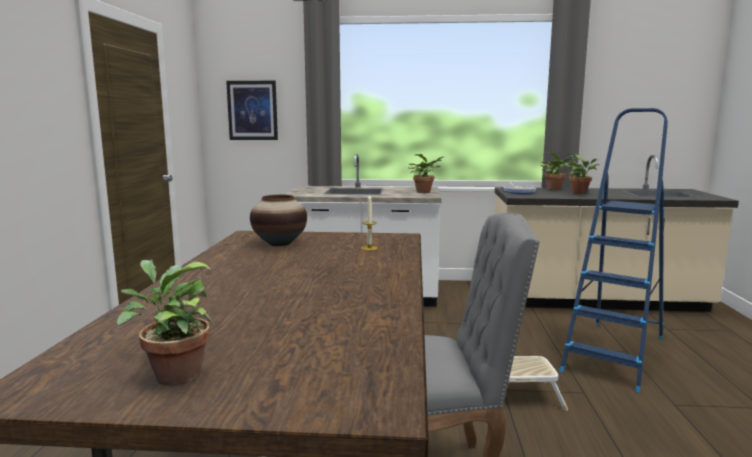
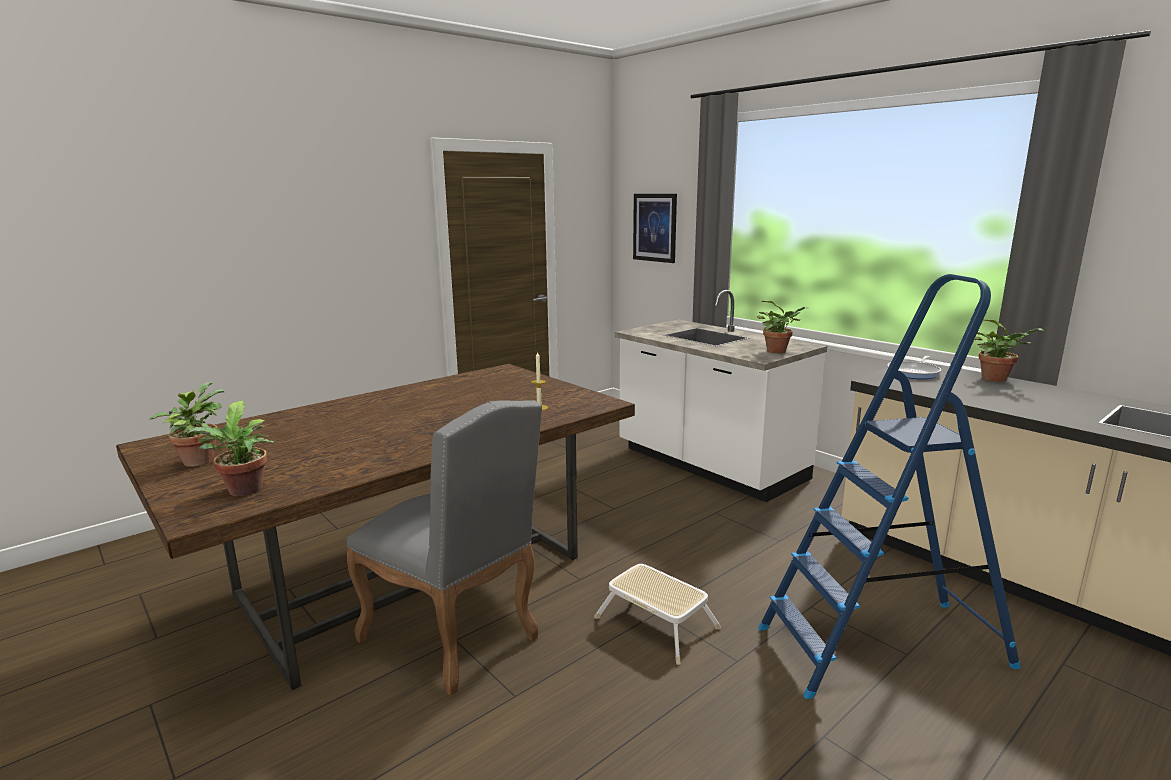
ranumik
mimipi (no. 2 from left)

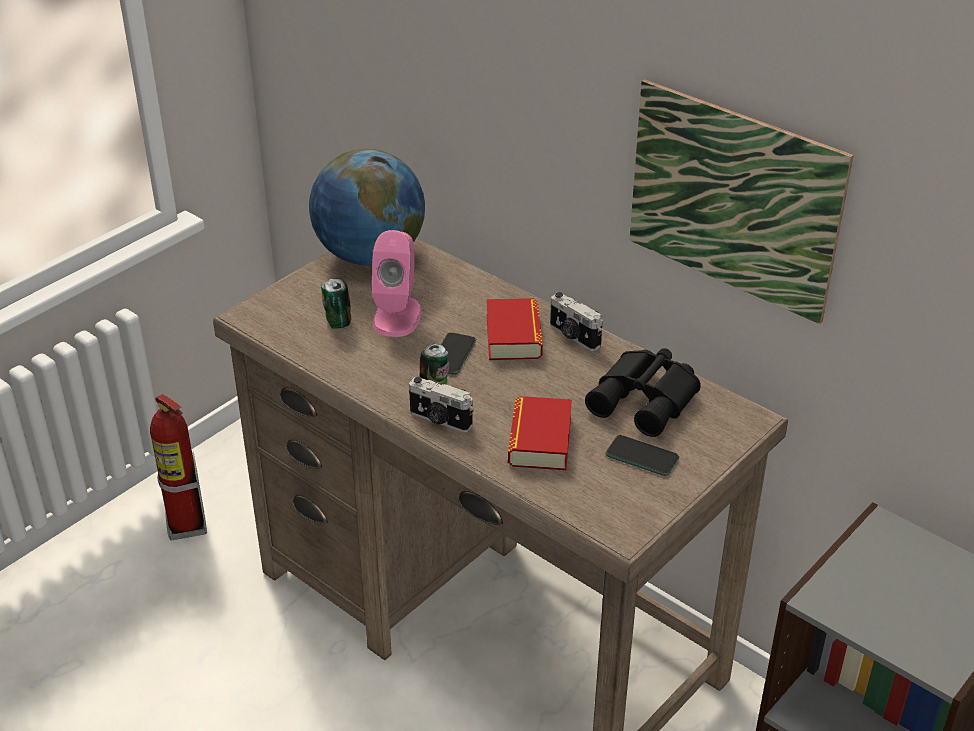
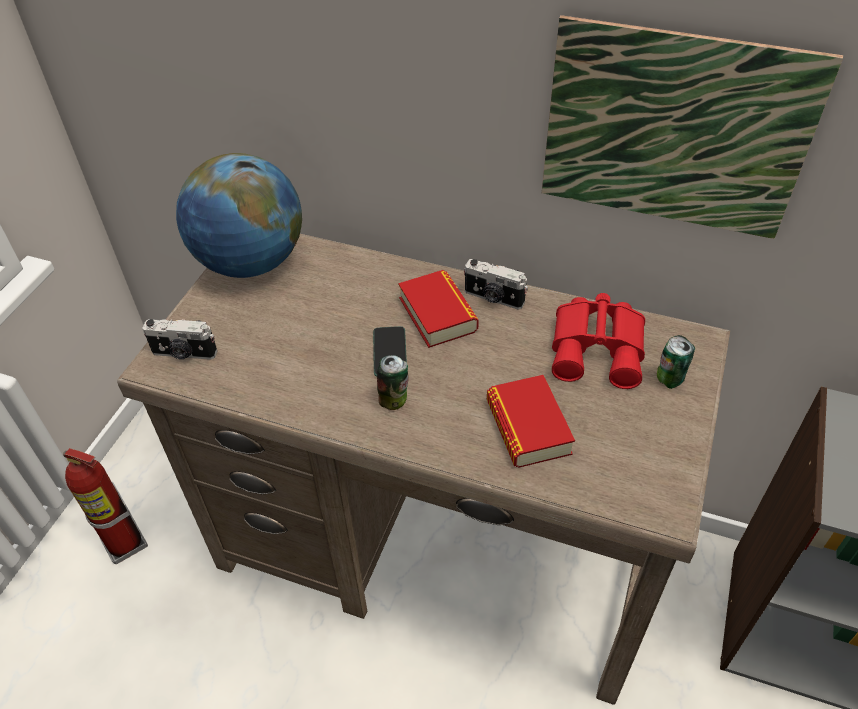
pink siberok
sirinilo (no. 2 from left in the first image)
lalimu (no. 2 from left)
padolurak (no. 1 from left)
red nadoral

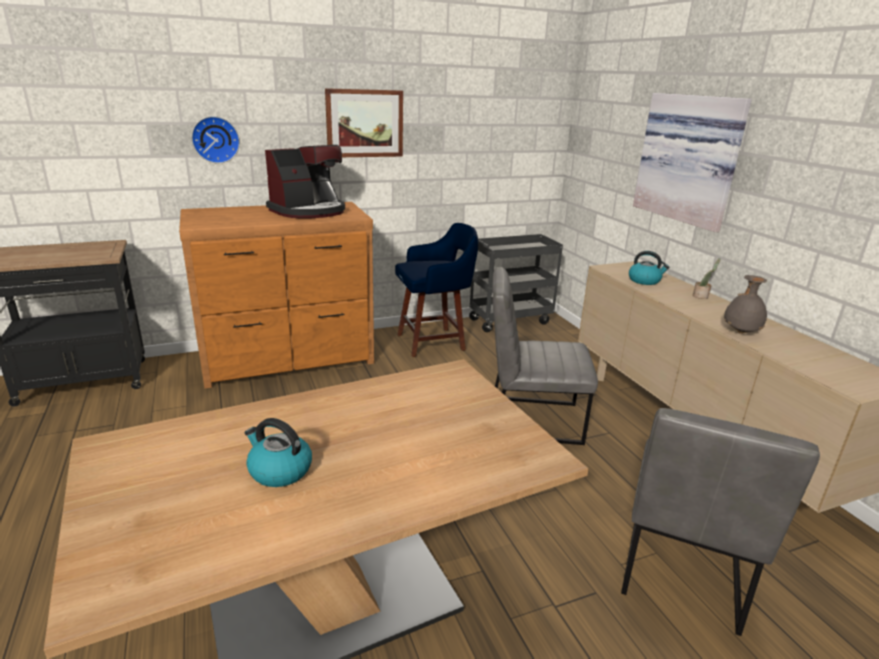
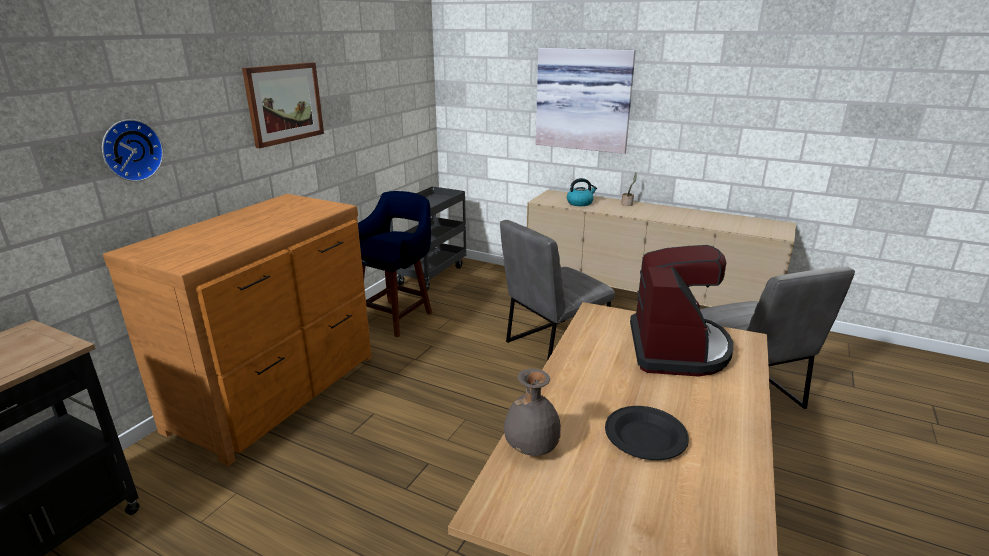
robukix
grey ranumik
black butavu

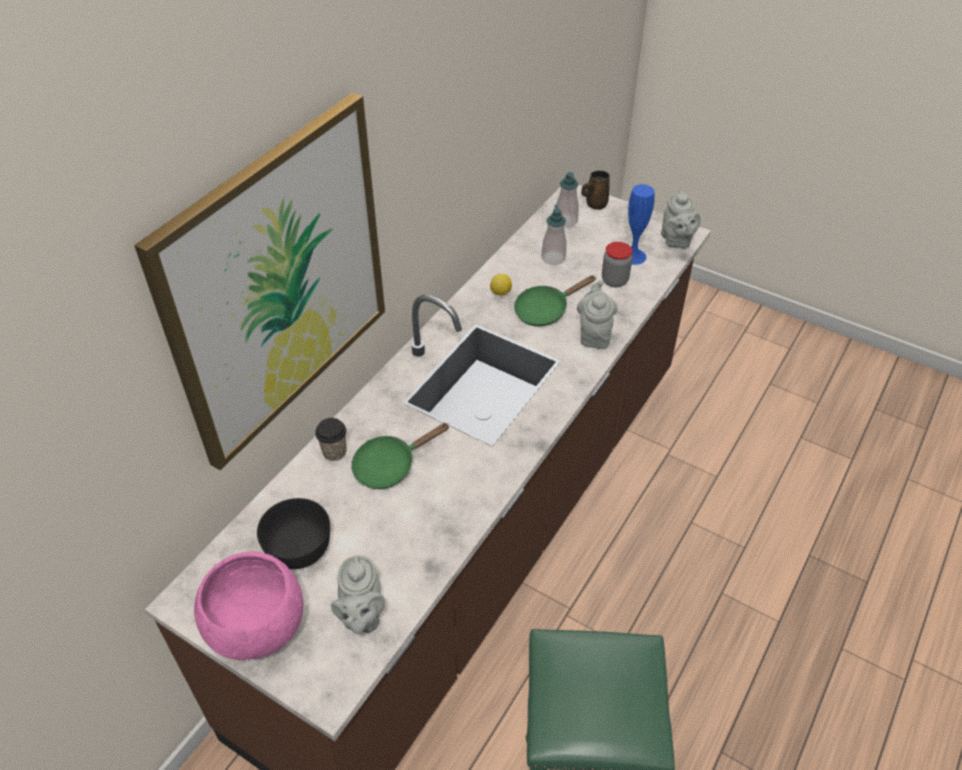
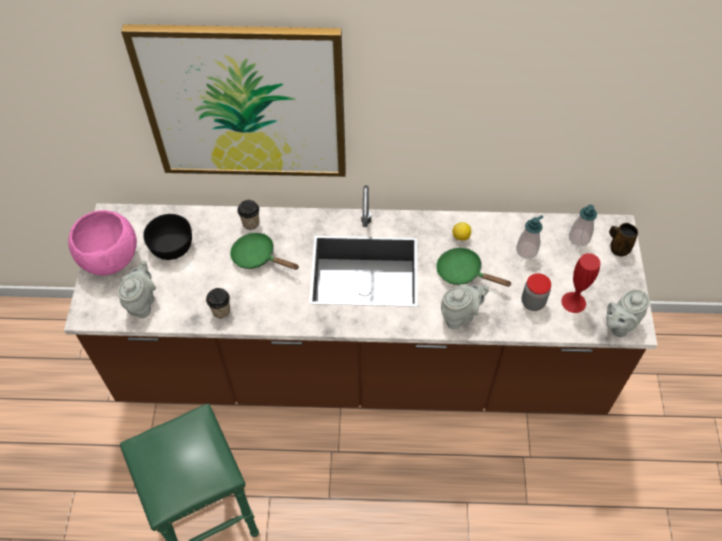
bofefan (no. 1 from left)
red ranumik
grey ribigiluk (no. 1 from left)

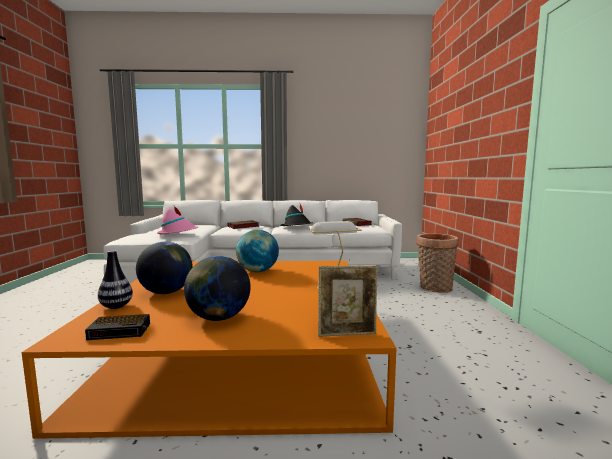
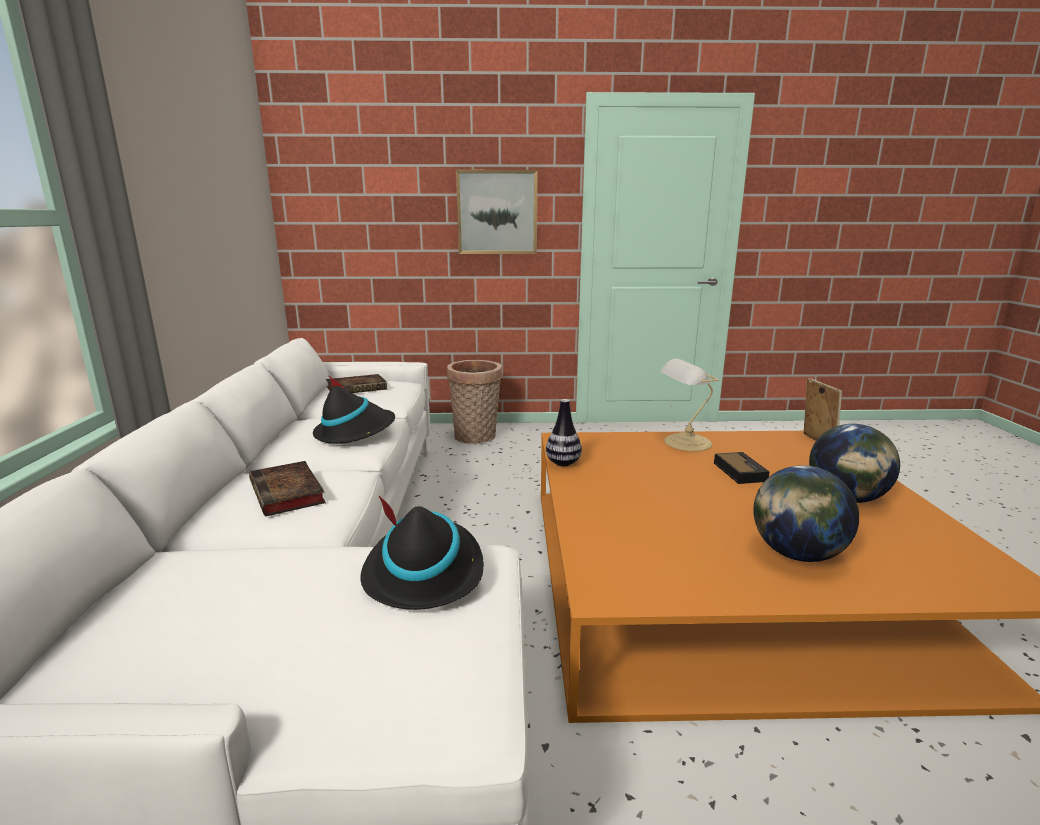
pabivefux (no. 3 from left in the first image)
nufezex
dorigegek
ranumik
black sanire (no. 2 from left)

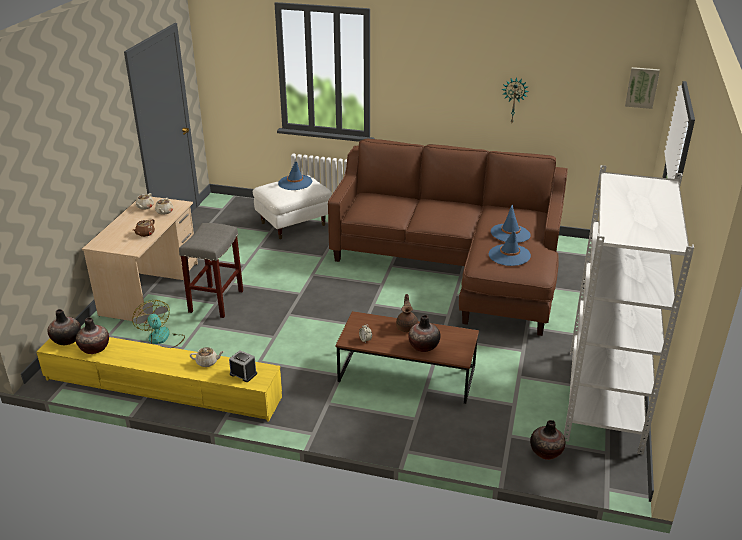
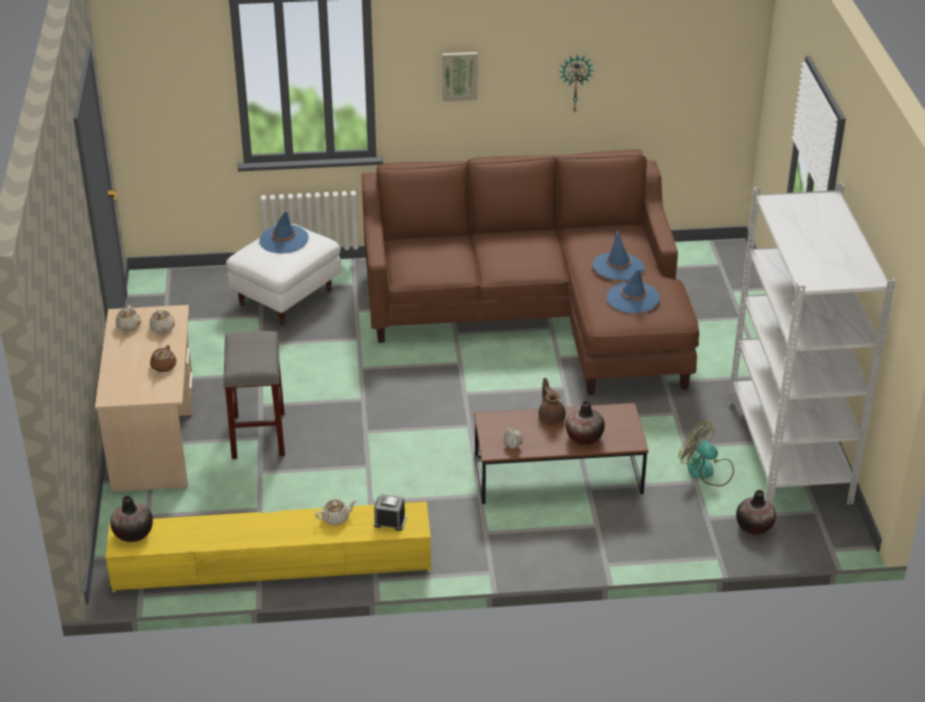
ranumik (no. 2 from left in the first image)
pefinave
nufezex

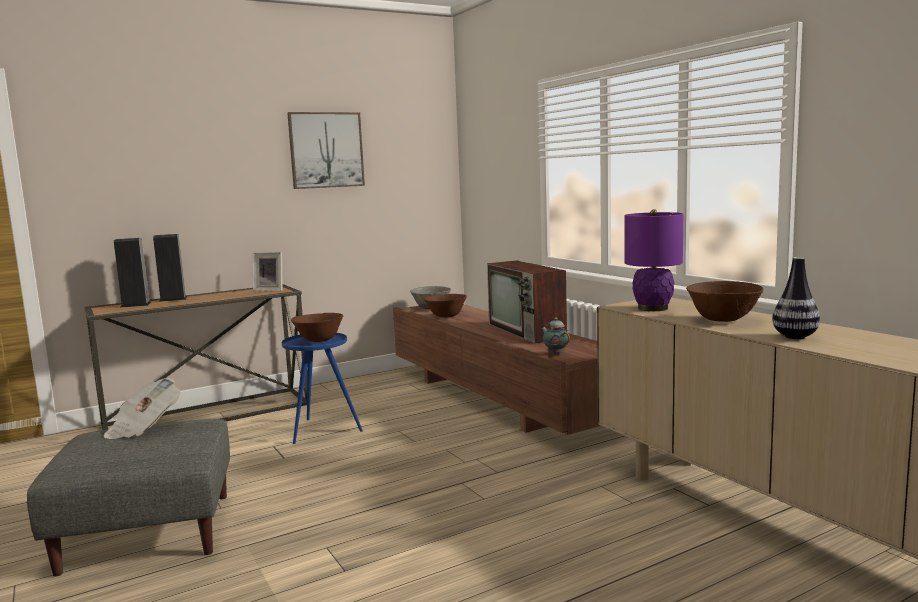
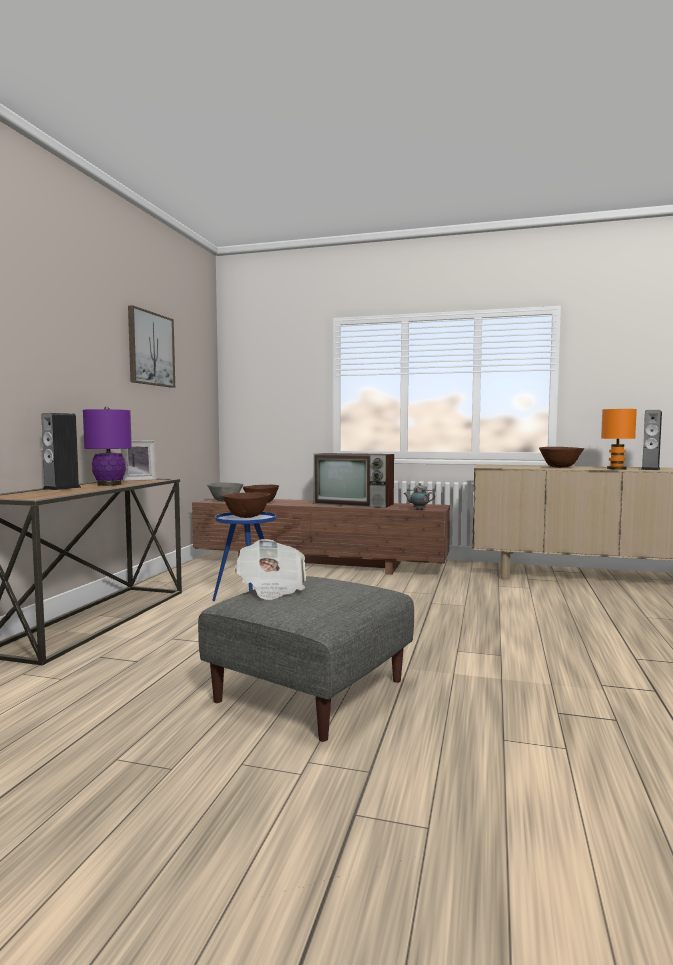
siberok (no. 2 from left)
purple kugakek
orange kugakek

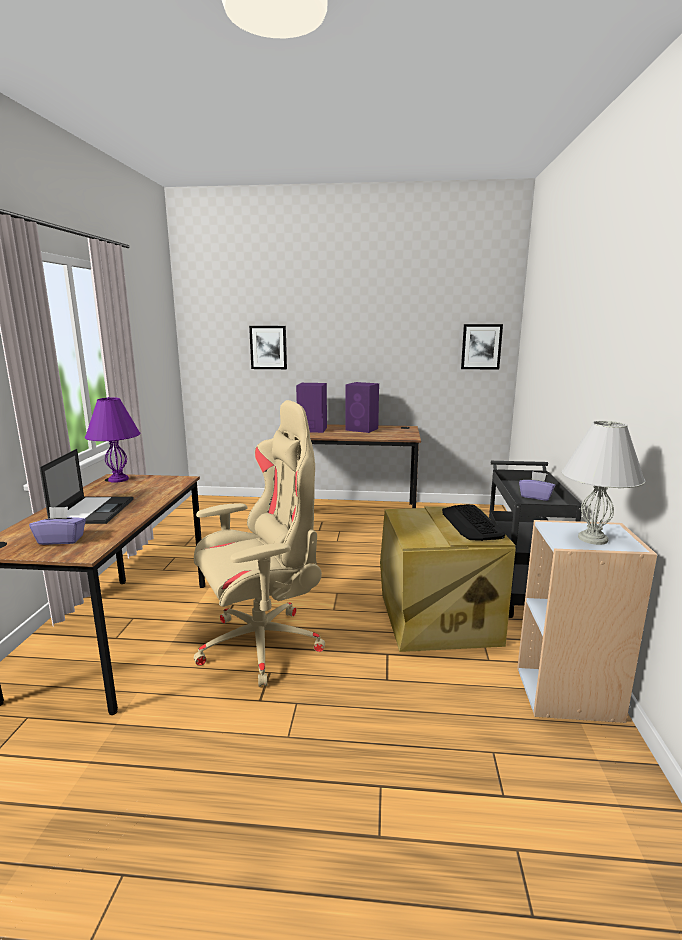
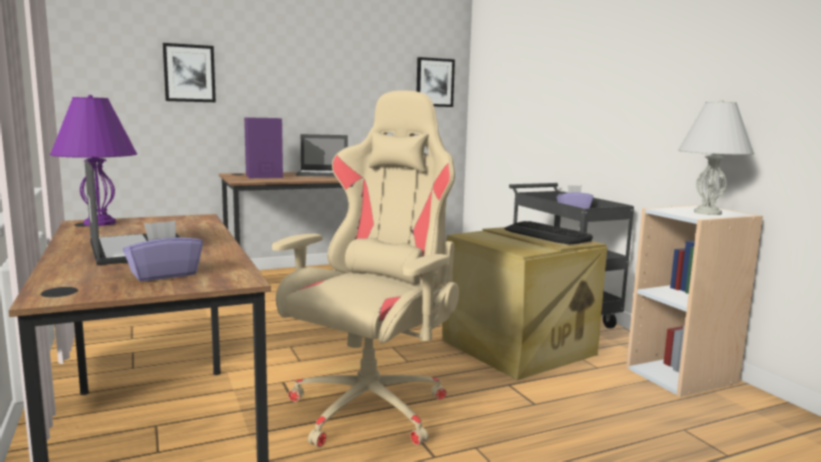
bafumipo (no. 2 from left)

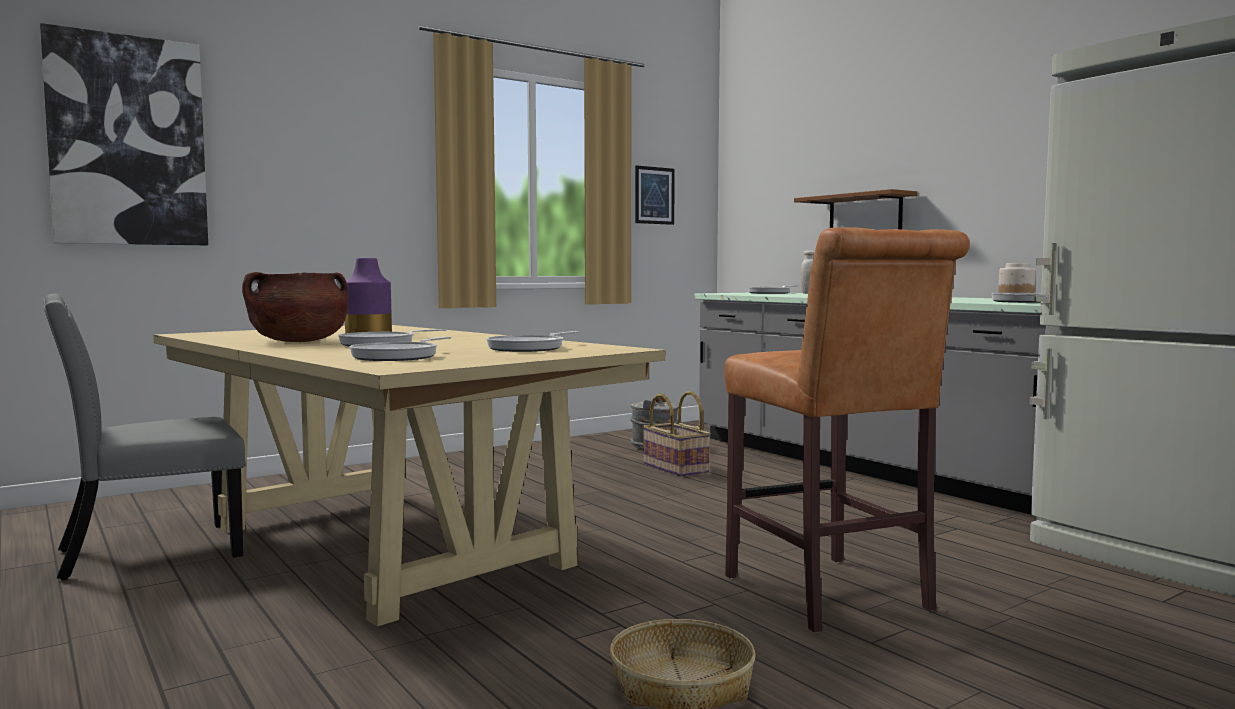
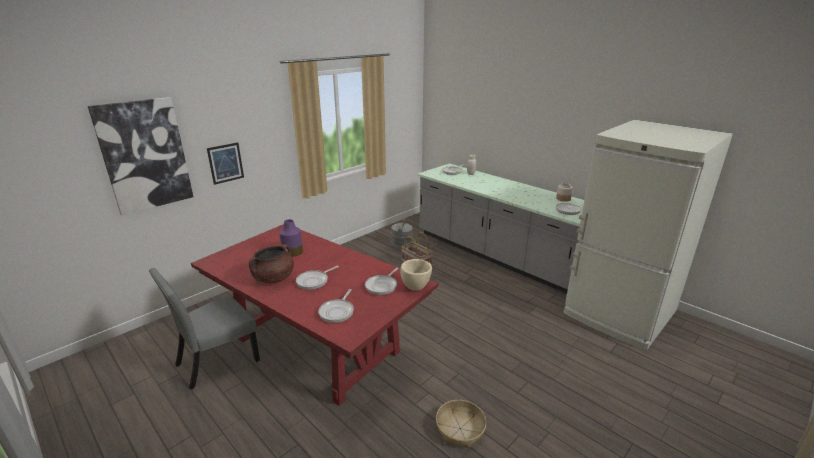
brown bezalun
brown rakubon
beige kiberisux
nufezex (no. 2 from left)
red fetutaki

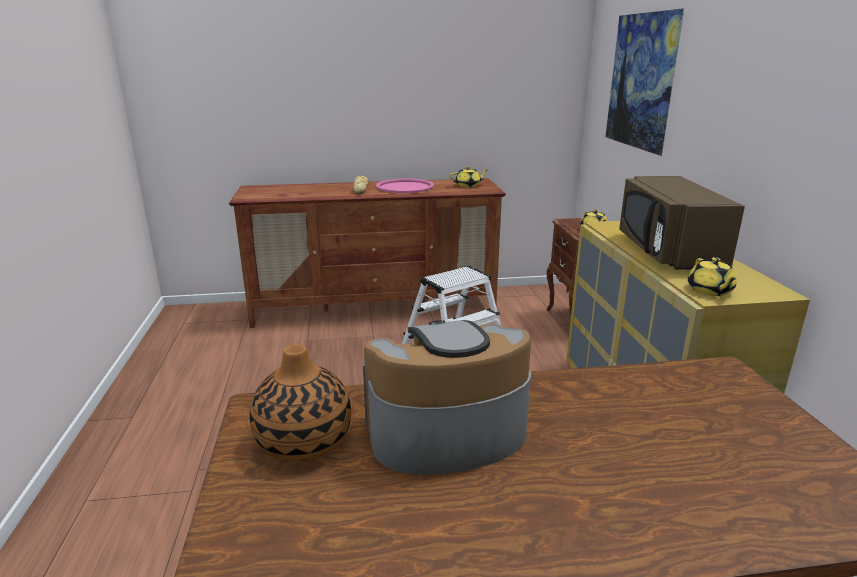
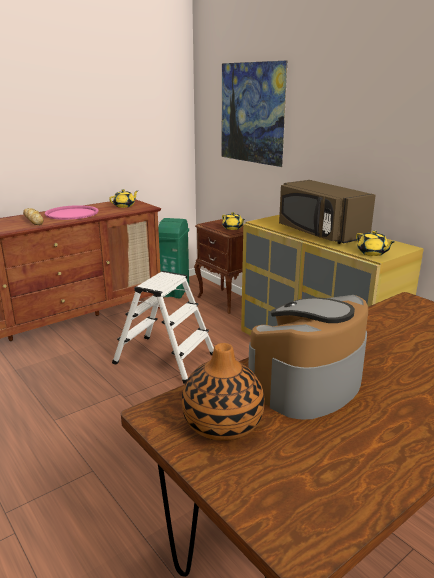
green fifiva

